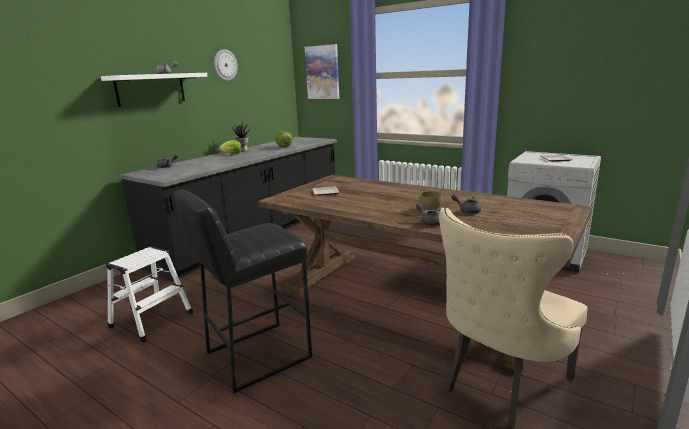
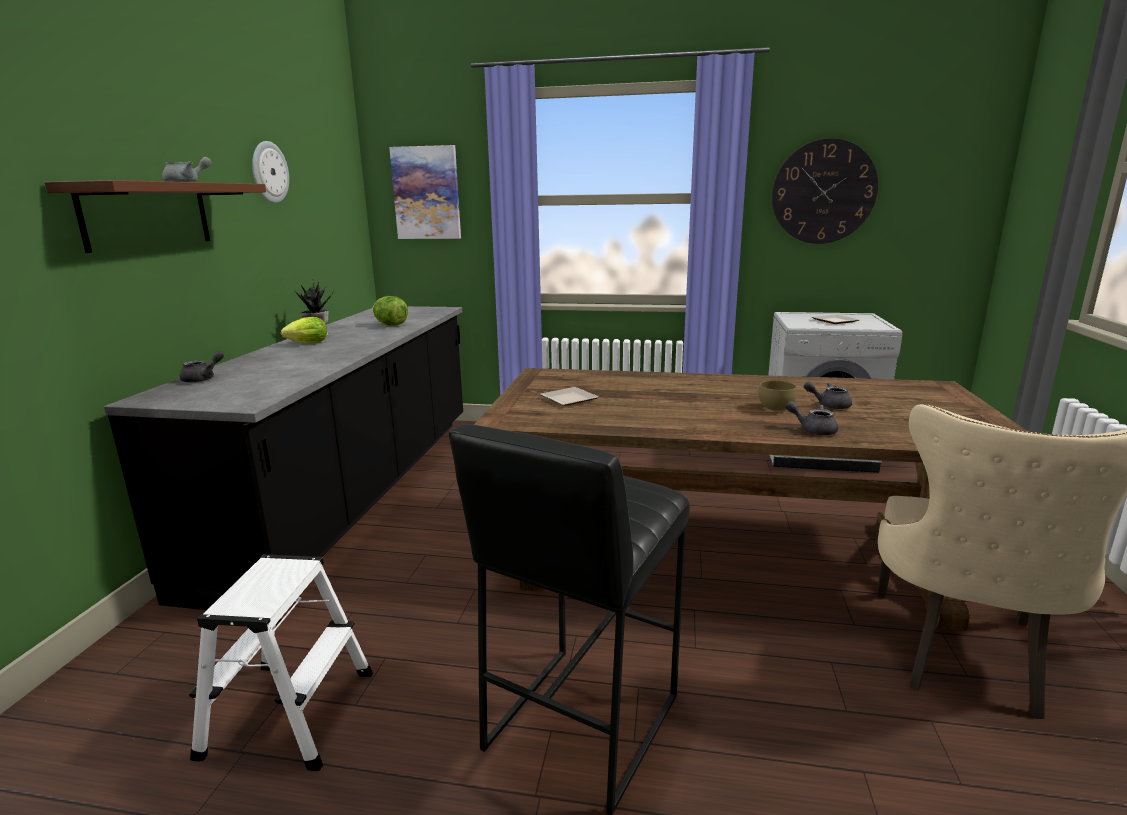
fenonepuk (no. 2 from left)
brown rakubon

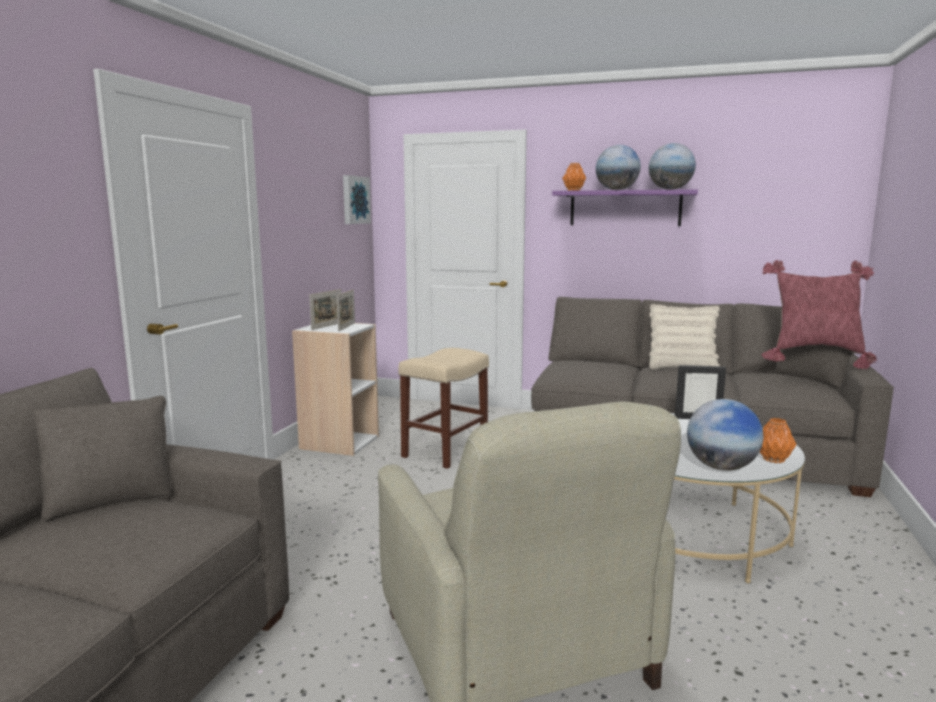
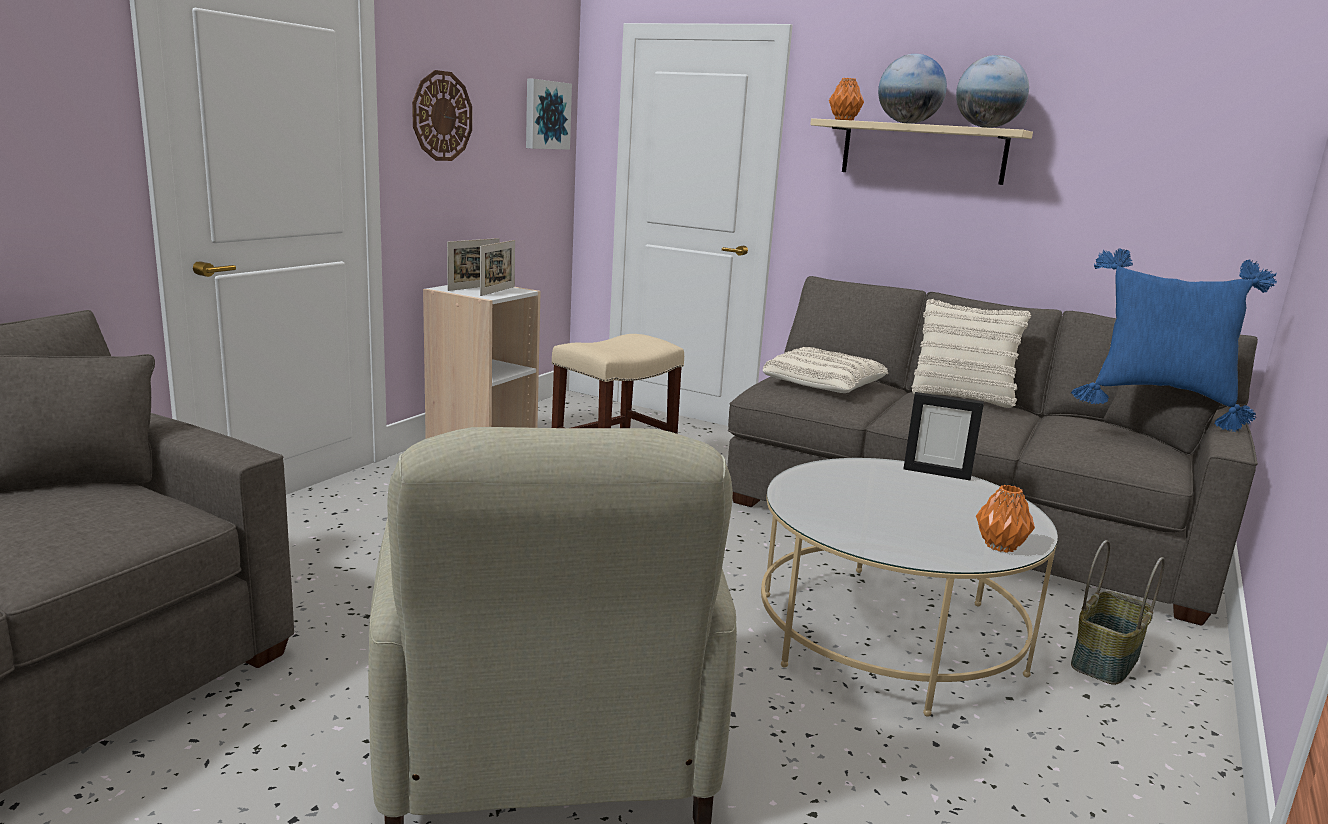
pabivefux (no. 3 from left in the first image)
fenonepuk
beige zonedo (no. 1 from left)
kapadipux
beige rakubon
blue zonedo

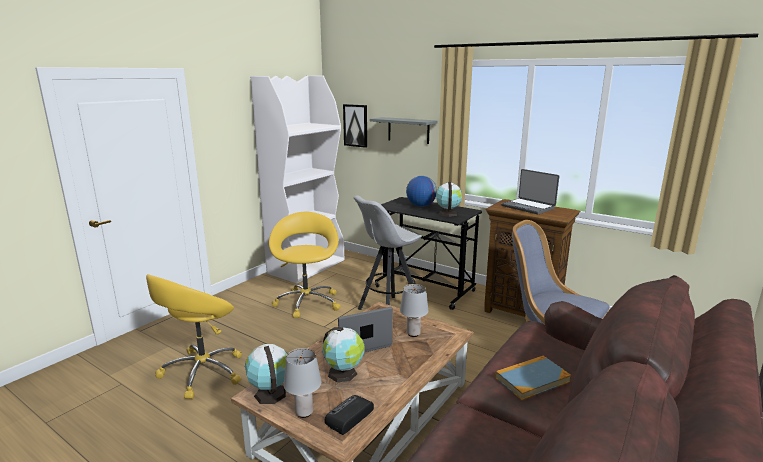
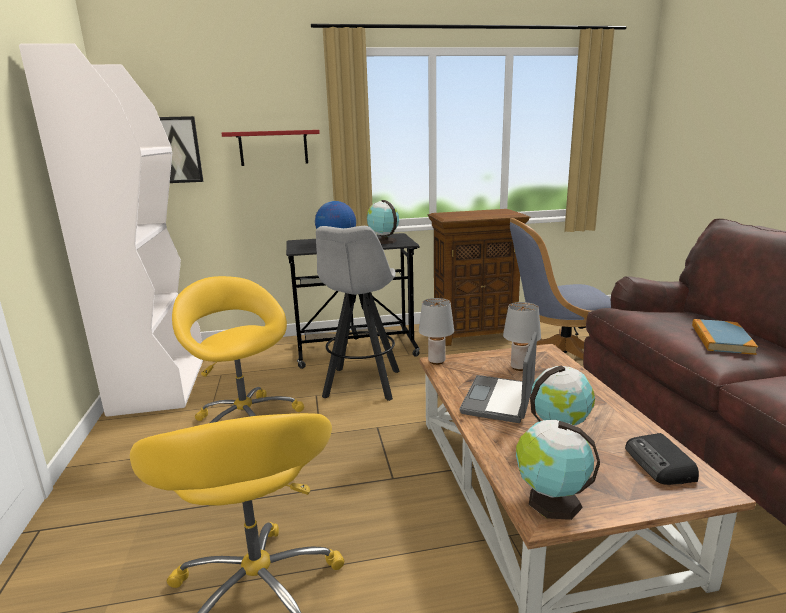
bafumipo (no. 2 from left in the first image)
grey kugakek (no. 1 from left)
red rakubon

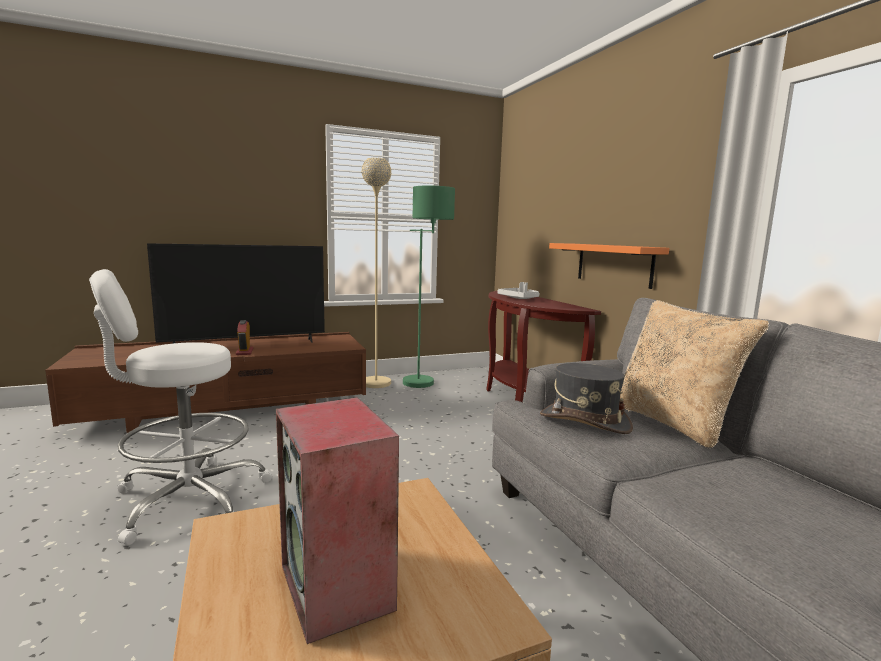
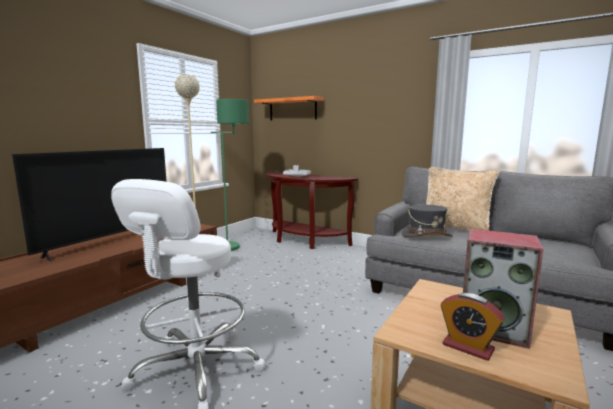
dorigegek
orange rakubon

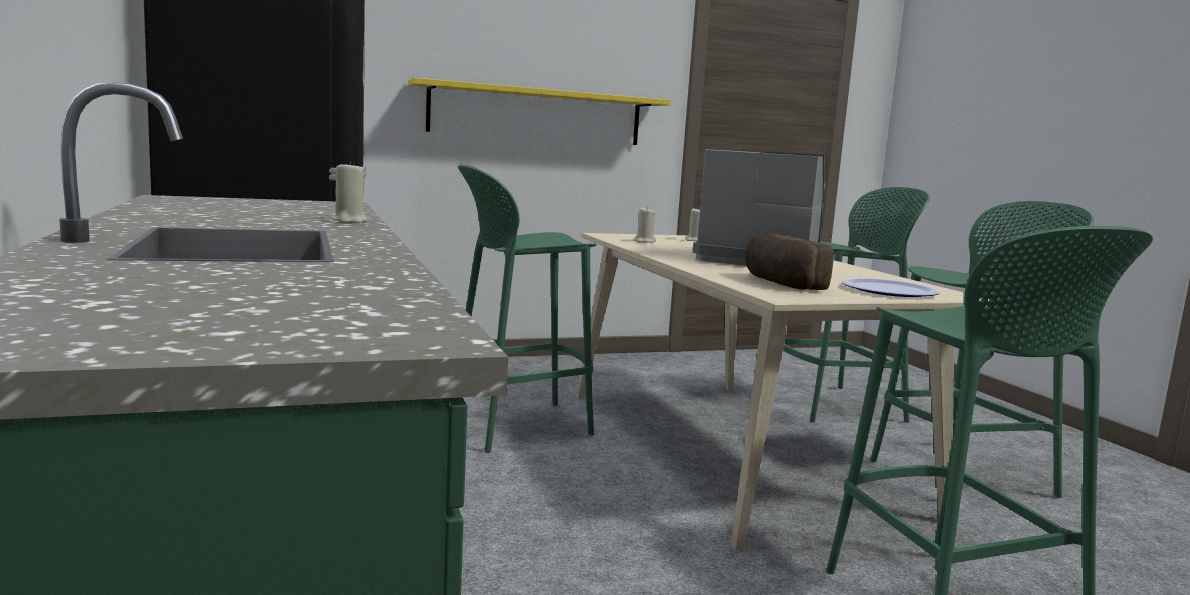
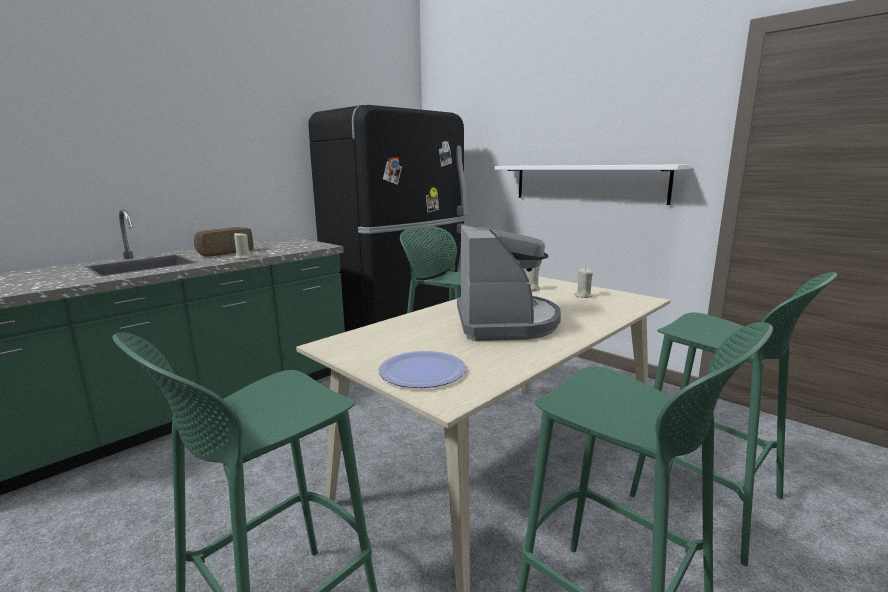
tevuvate
white rakubon

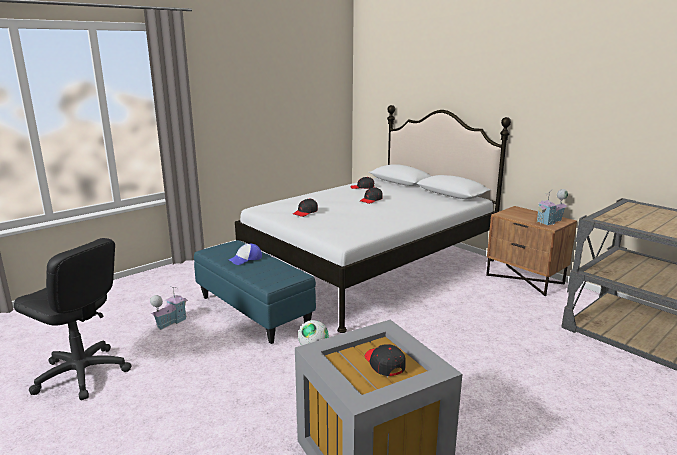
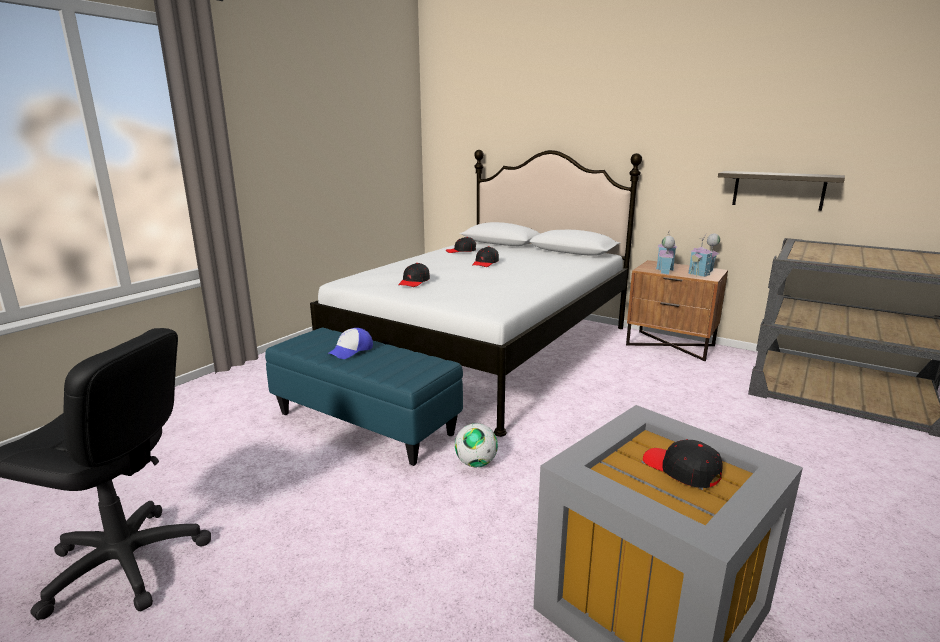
rakubon
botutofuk (no. 1 from left)

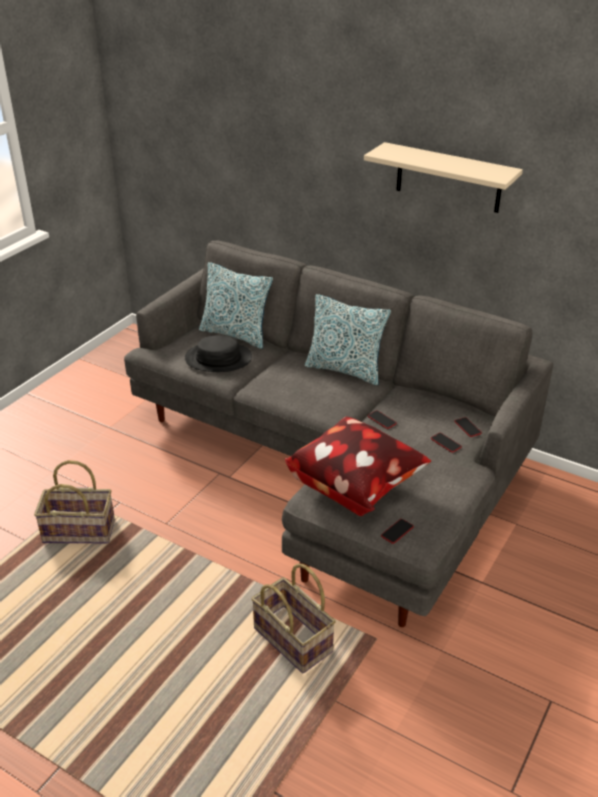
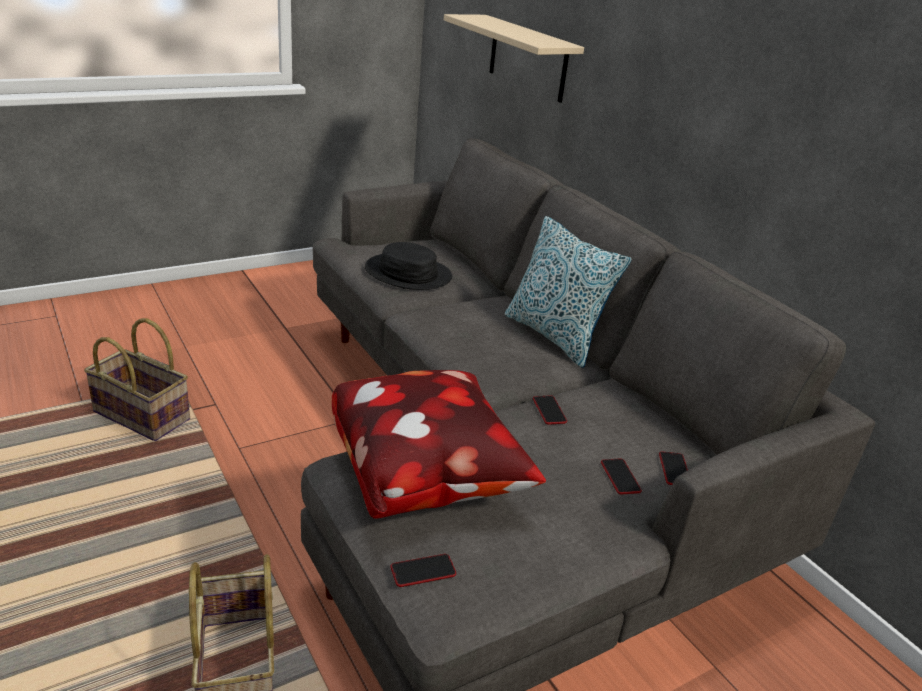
zonedo (no. 1 from left in the first image)
beige rakubon

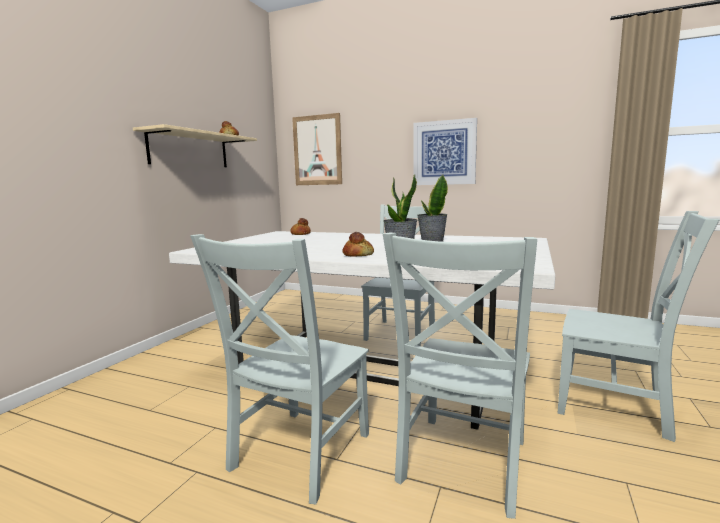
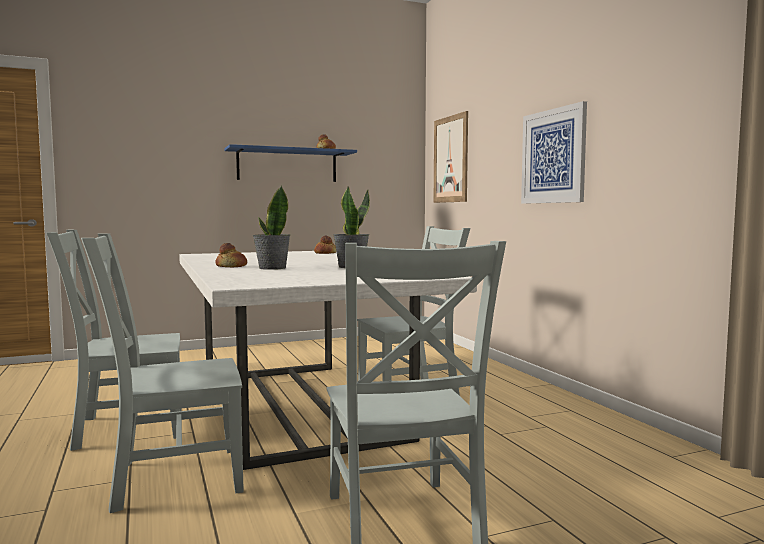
blue rakubon

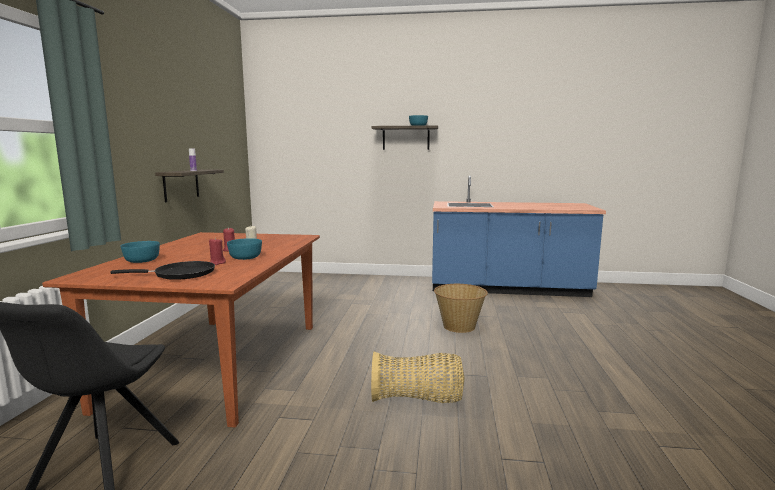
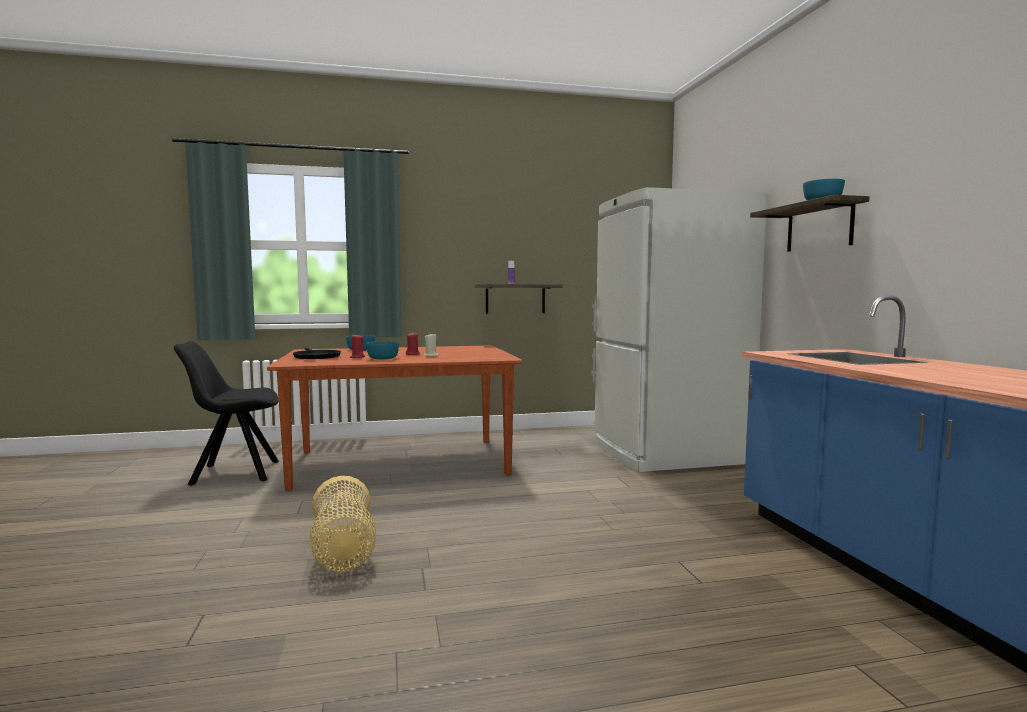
kapadipux (no. 2 from left in the first image)
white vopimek

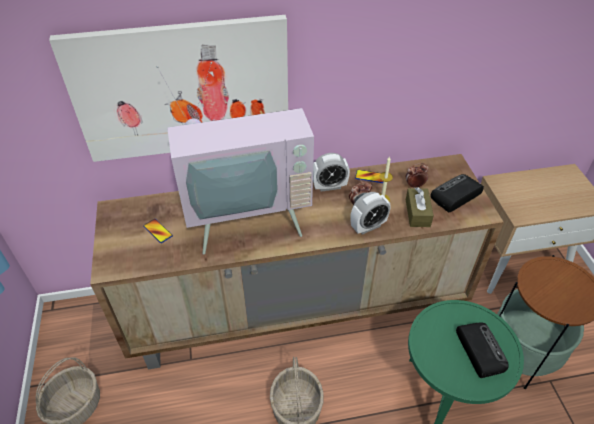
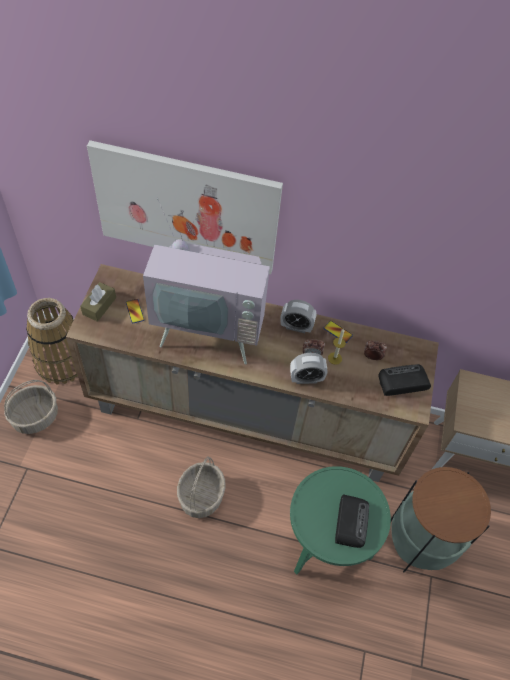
kapadipux (no. 2 from left)
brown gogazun

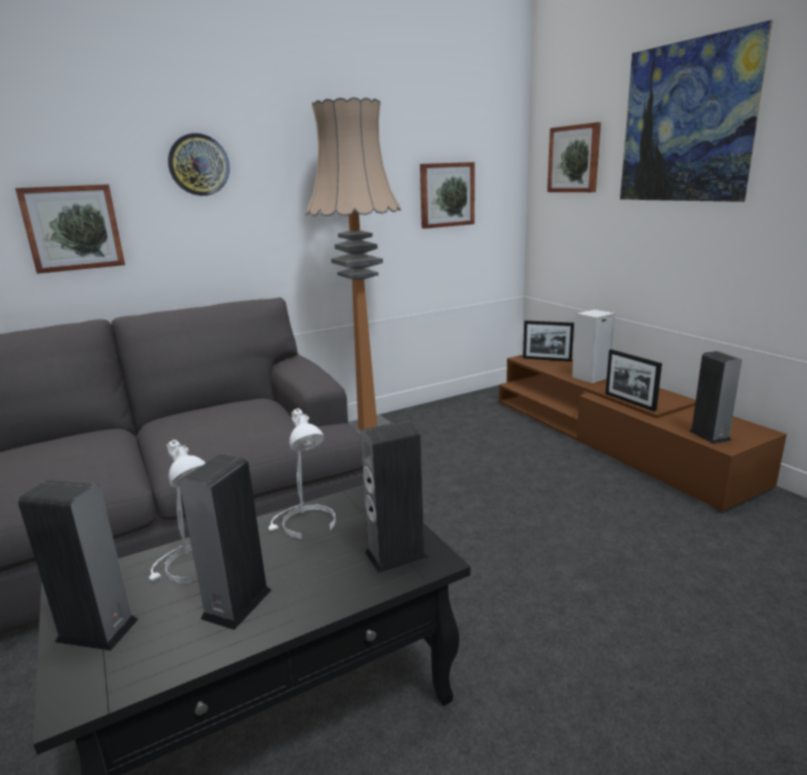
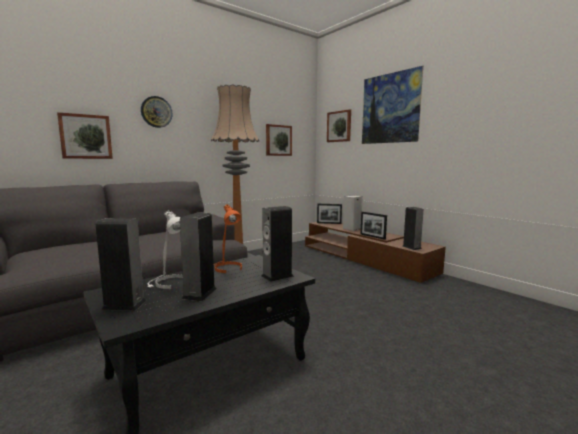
orange kugakek

